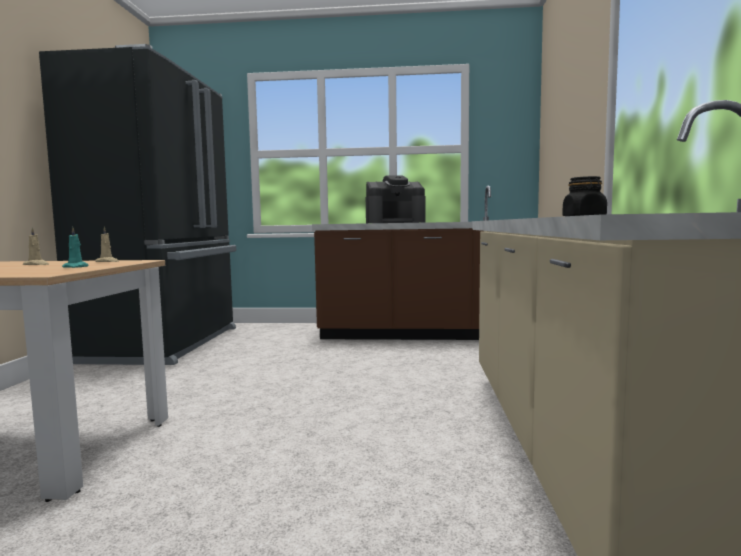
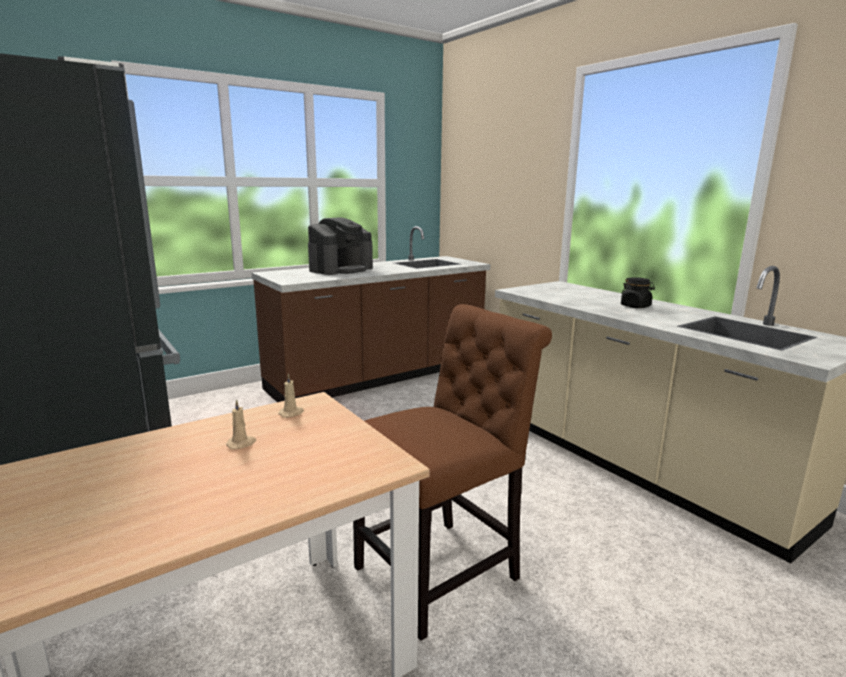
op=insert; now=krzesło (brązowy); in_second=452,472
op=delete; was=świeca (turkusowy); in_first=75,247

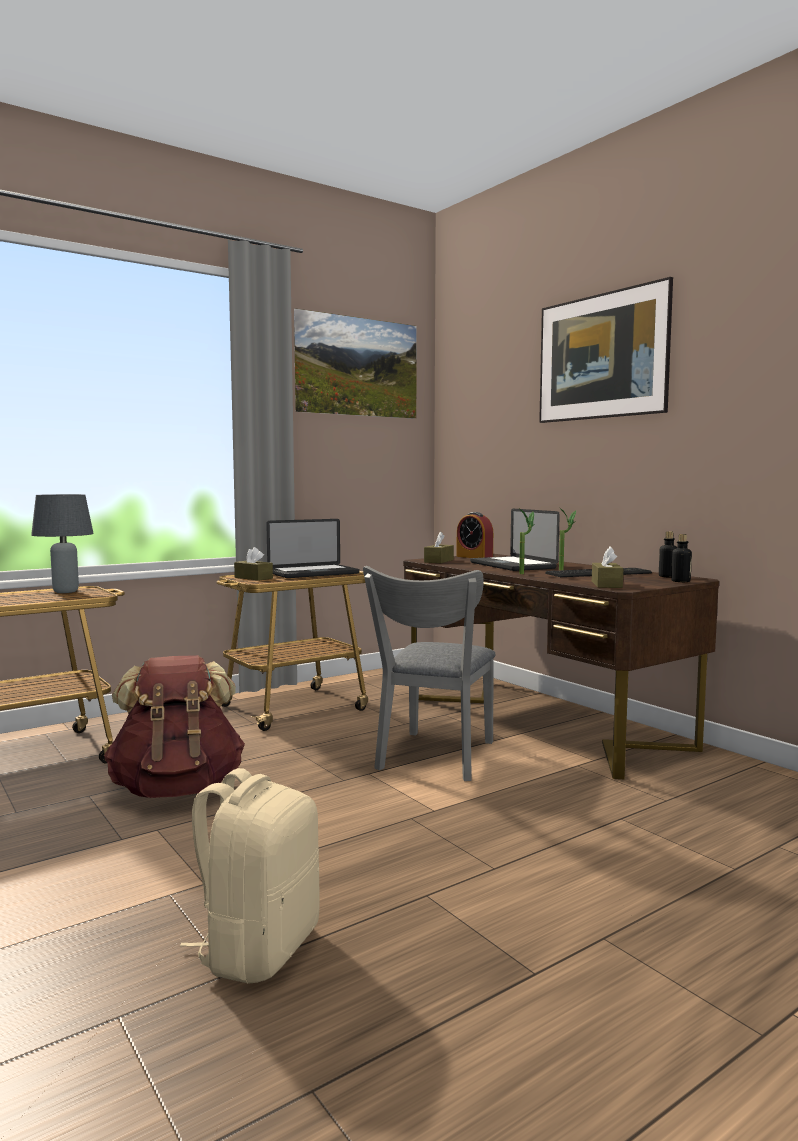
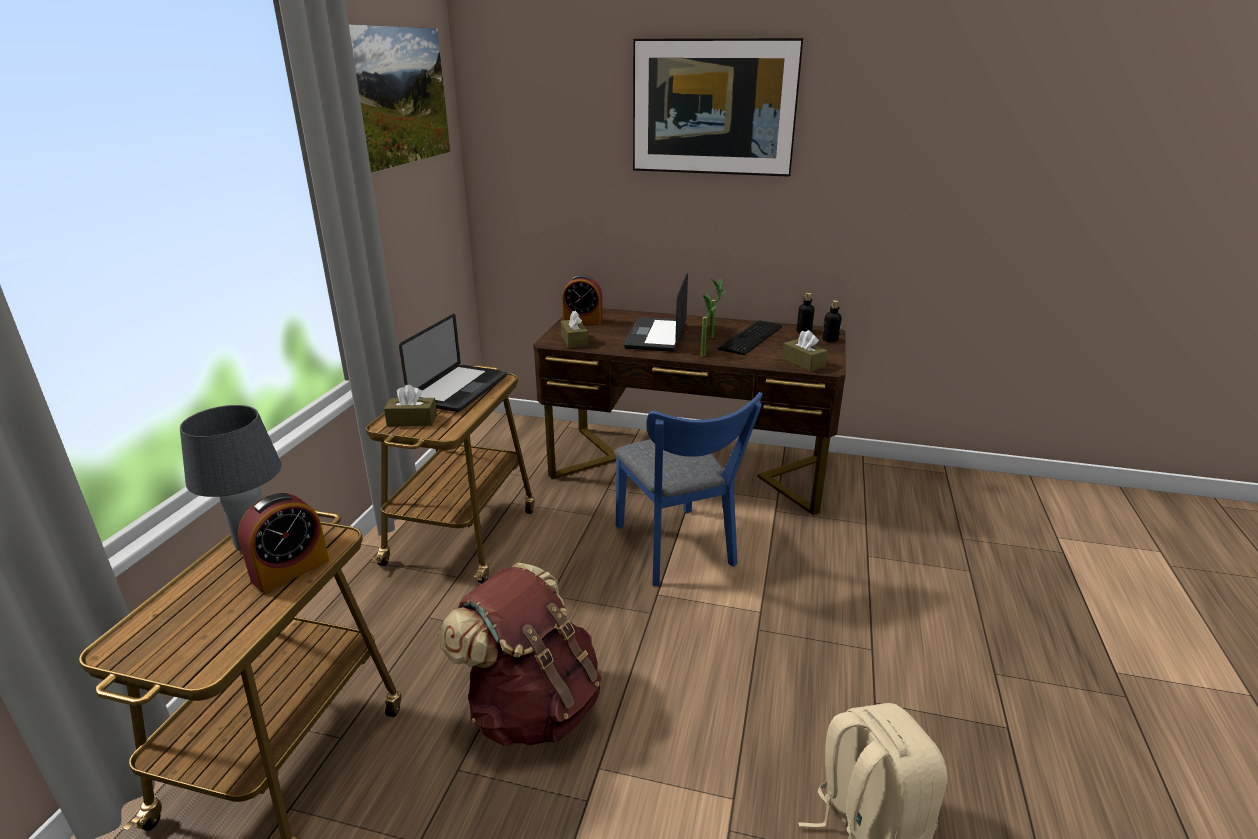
op=insert; now=budzik; in_second=283,543
op=recolor; was=krzesło (szary); now=krzesło (niebieski); in_first=429,673; in_second=688,489
op=rotate; was=laptop; in_first=515,540; in_second=656,312; clockwise=75

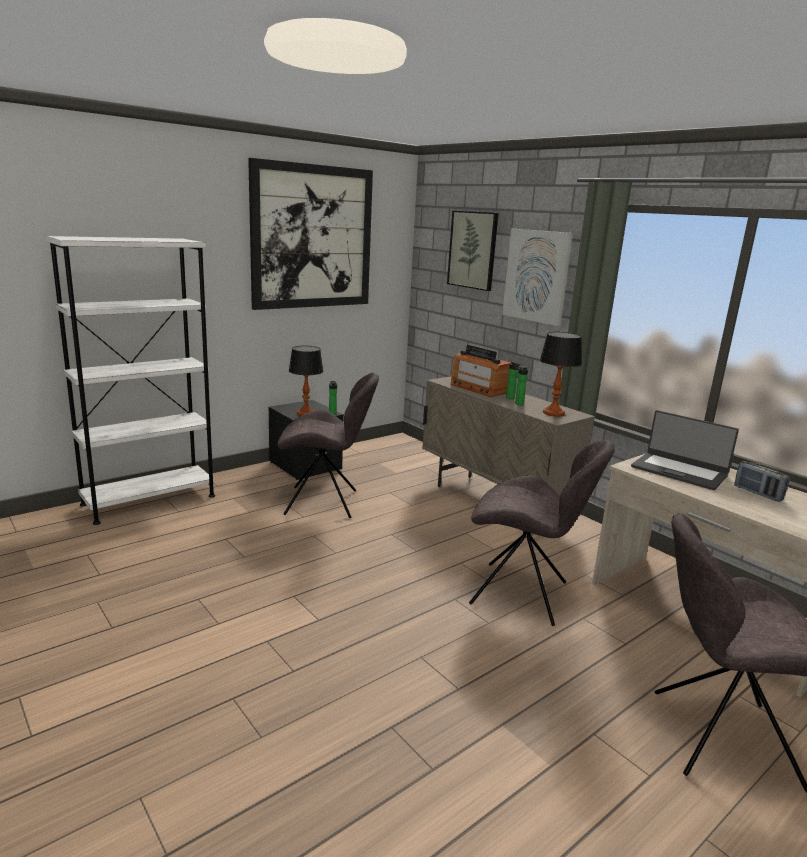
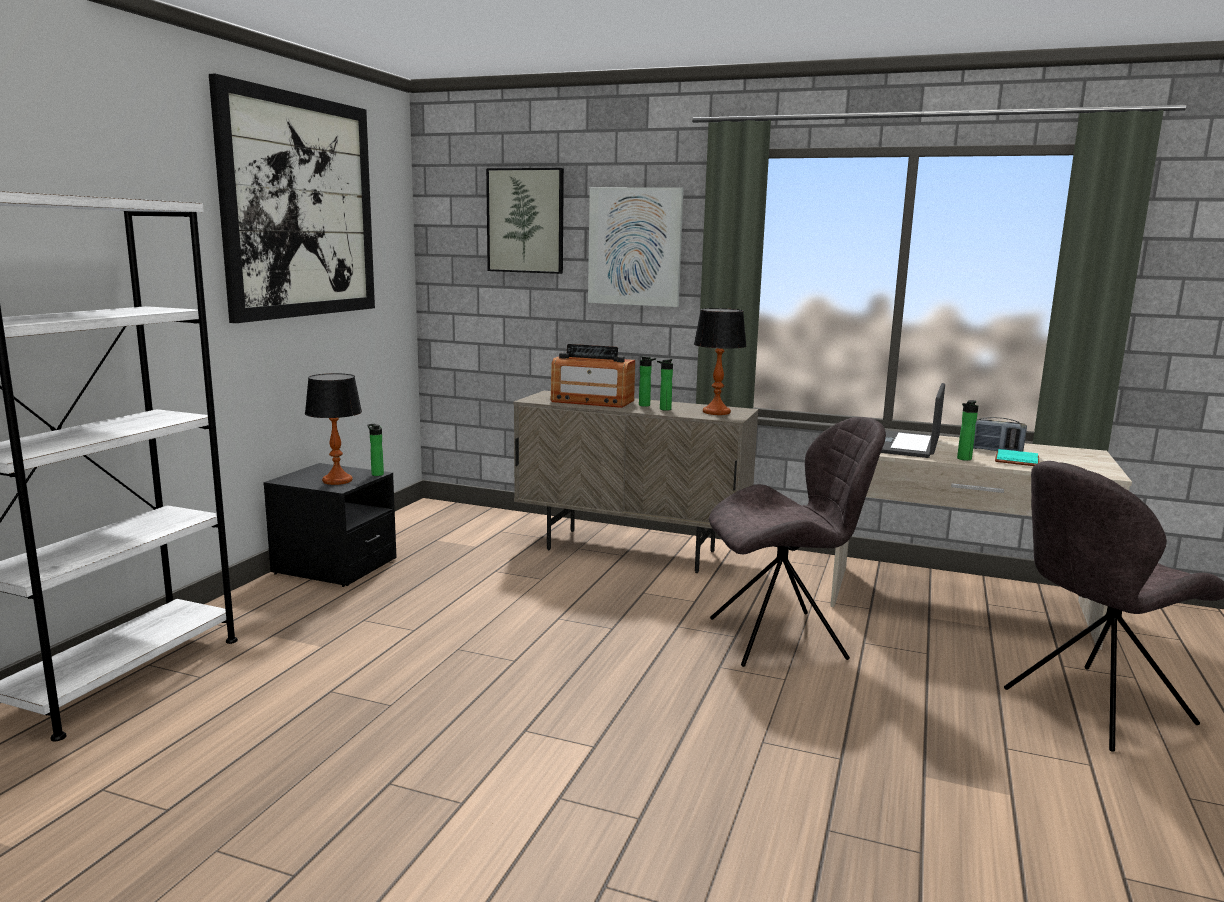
op=rotate; was=laptop; in_first=685,450; in_second=913,420; clockwise=105
op=insert; now=butelka; in_second=967,430
op=insert; now=książka (turkusowy); in_second=1017,457
op=delete; was=krzesło (szary); in_first=328,445

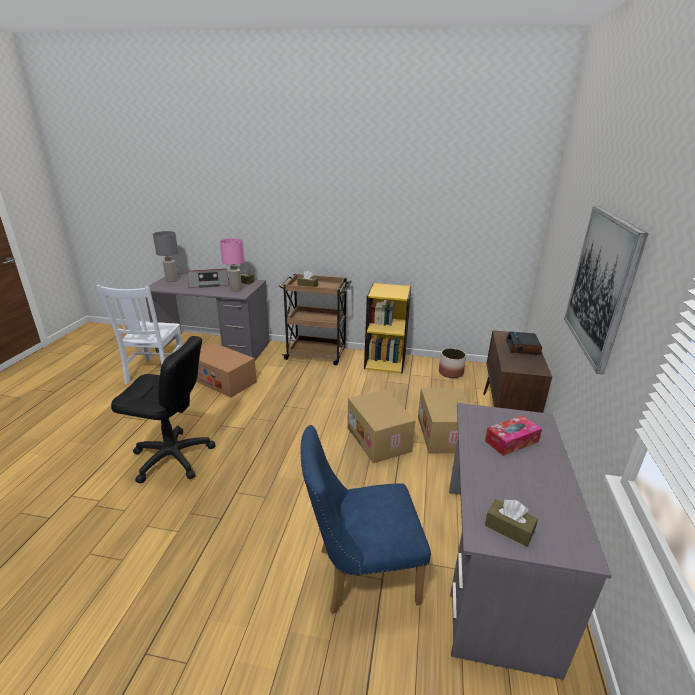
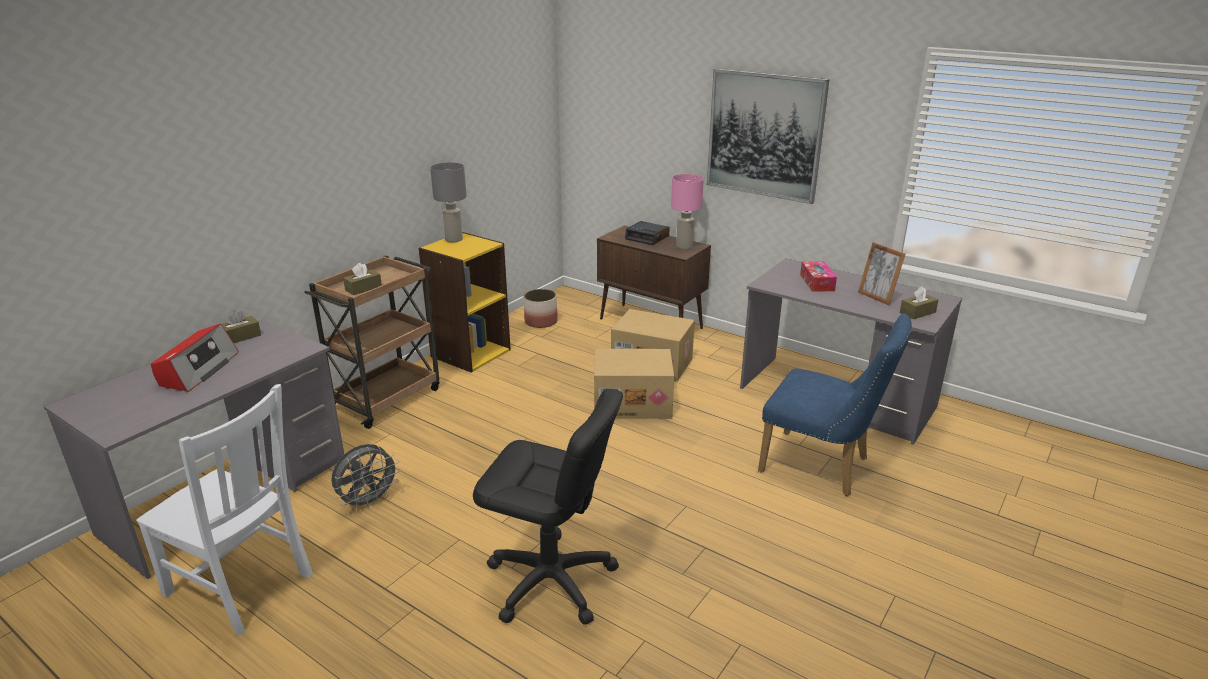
op=replace; was=karton; now=wentylator (szary); in_first=226,370; in_second=365,477
op=move; was=lampa stołowa (szary); in_first=165,256; in_second=448,202
op=rotate; was=krzesło biurowe (czarny); in_first=163,409; in_second=548,506; clockwise=75
op=move; was=lampa stołowa (różowy); in_first=232,265; in_second=687,211
op=rotate; was=krzesło (niebieski); in_first=365,519; in_second=835,405; clockwise=-75
op=insert; now=ramka na zdjęcie; in_second=881,273

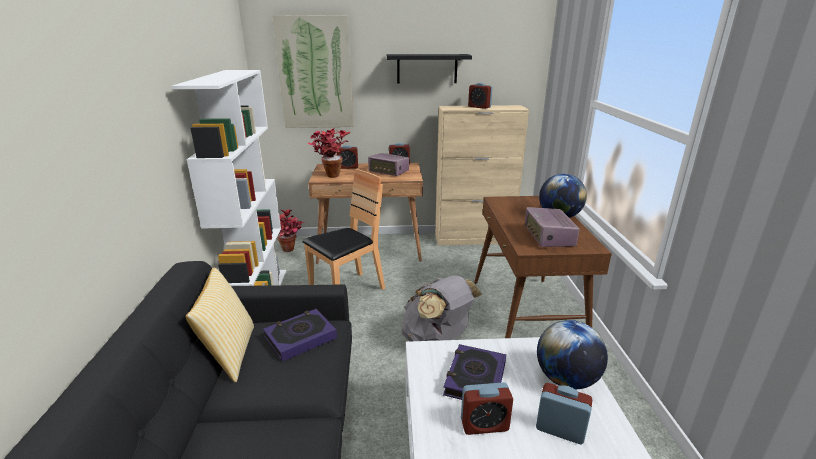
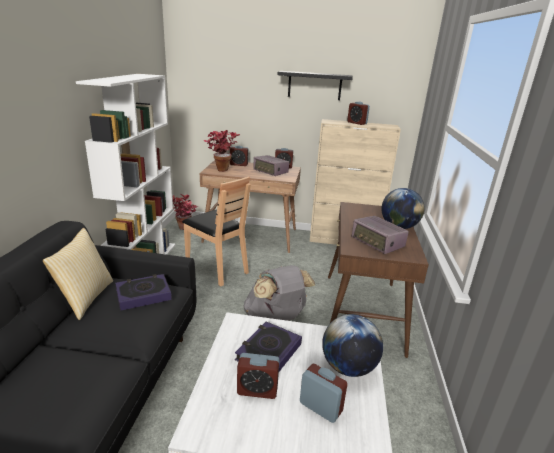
op=rotate; was=krzesło (brązowy); in_first=343,229; in_second=216,231; clockwise=75
op=rotate; was=radio; in_first=552,227; in_second=380,235; clockwise=-45
op=delete; was=obraz; in_first=313,71

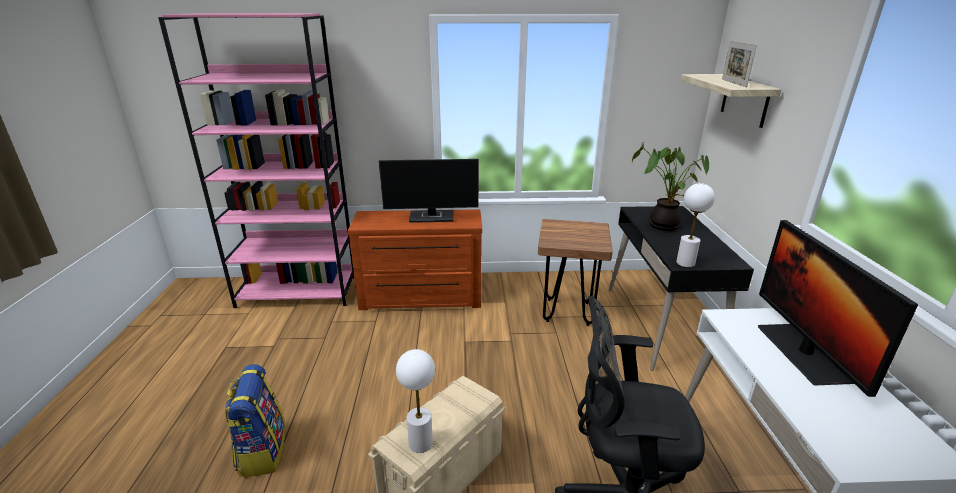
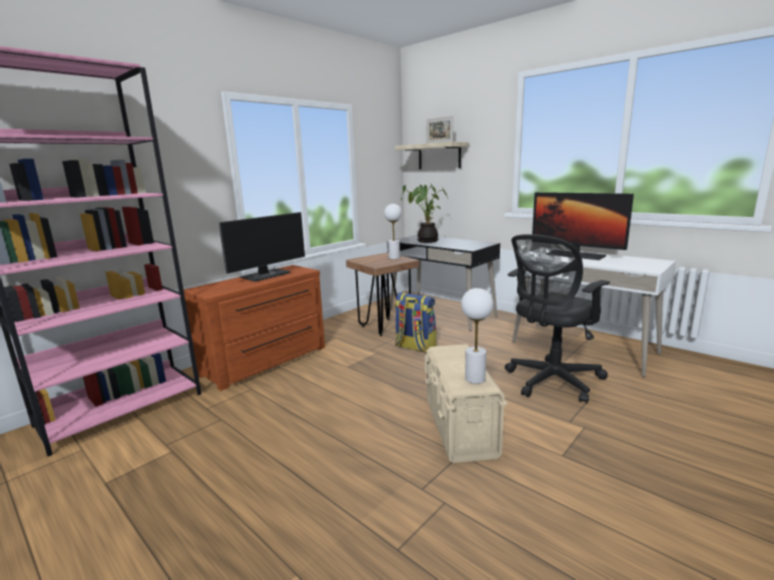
op=move; was=lampa stołowa (biały); in_first=695,225; in_second=393,231
op=move; was=plecak; in_first=255,421; in_second=415,322

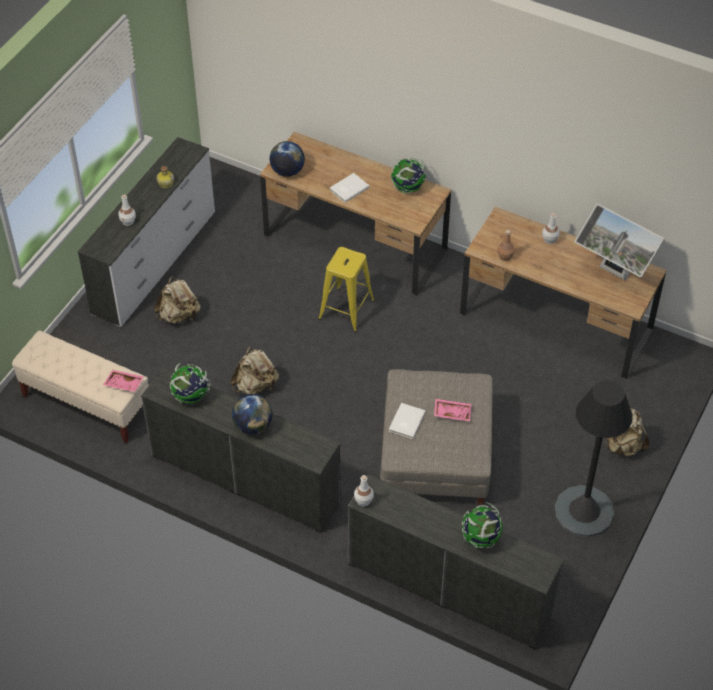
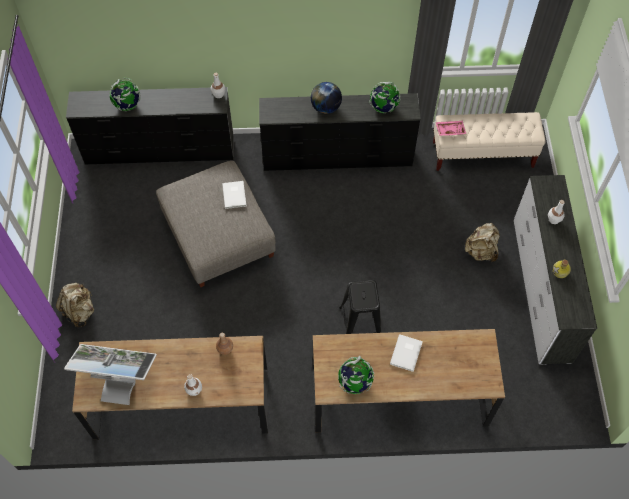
op=recolor; was=stołek (żółty); now=stołek (czarny); in_first=346,289; in_second=360,307
op=delete; was=plecak (beżowy); in_first=254,371
op=delete; was=globus; in_first=287,159
op=delete; was=taca (różowy); in_first=452,410
op=delete; was=lampa stojąca (czarny); in_first=593,458

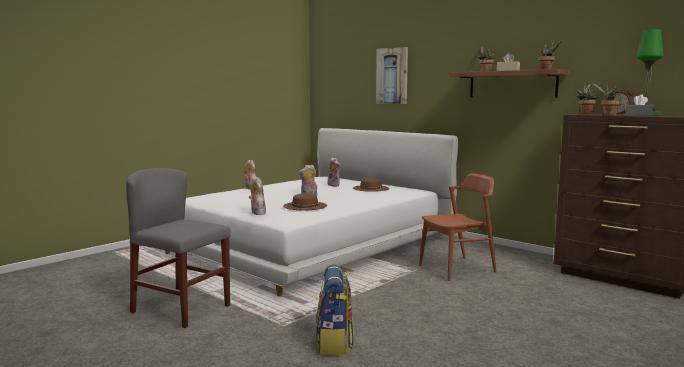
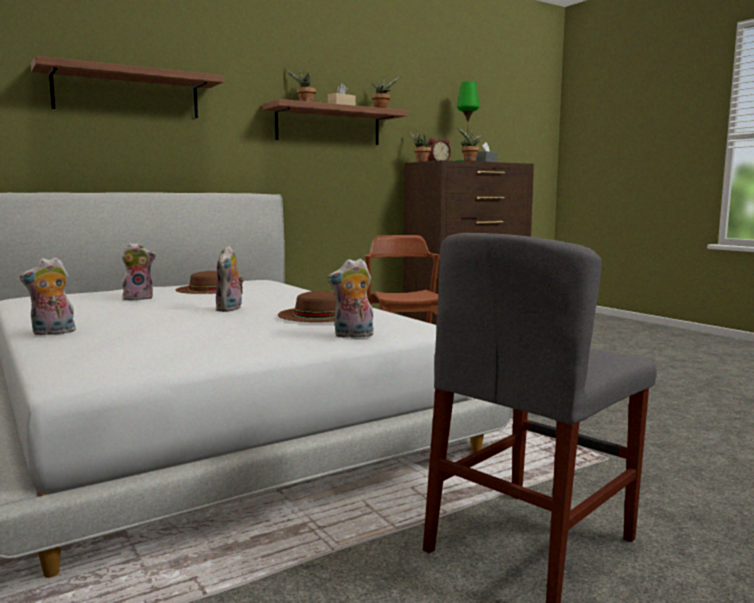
op=replace; was=obraz; now=półka; in_first=392,75; in_second=127,87
op=delete; was=plecak; in_first=335,309

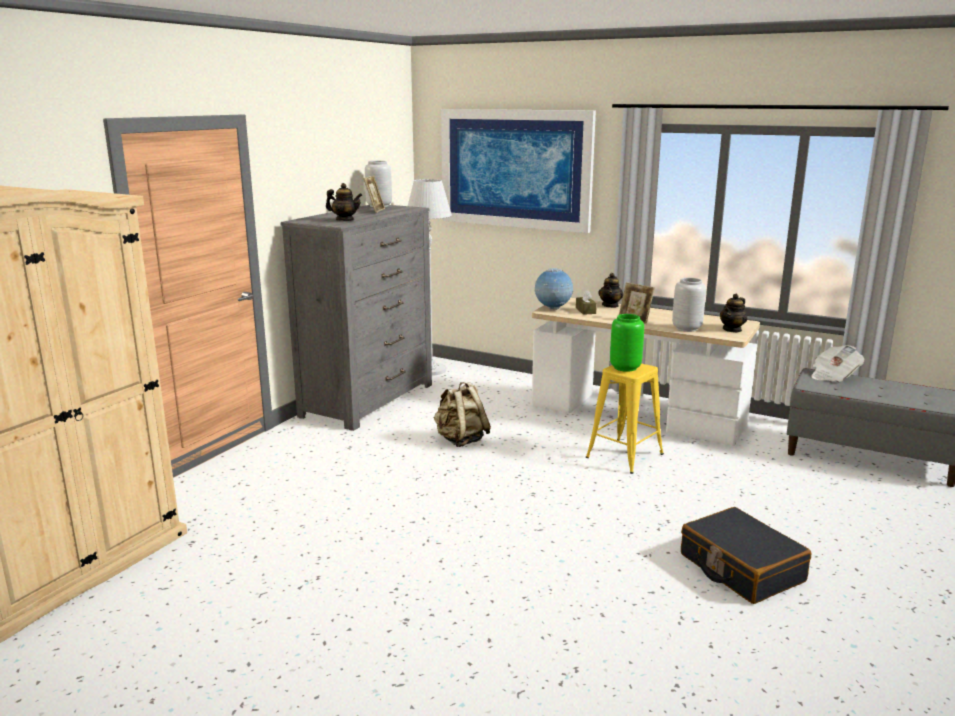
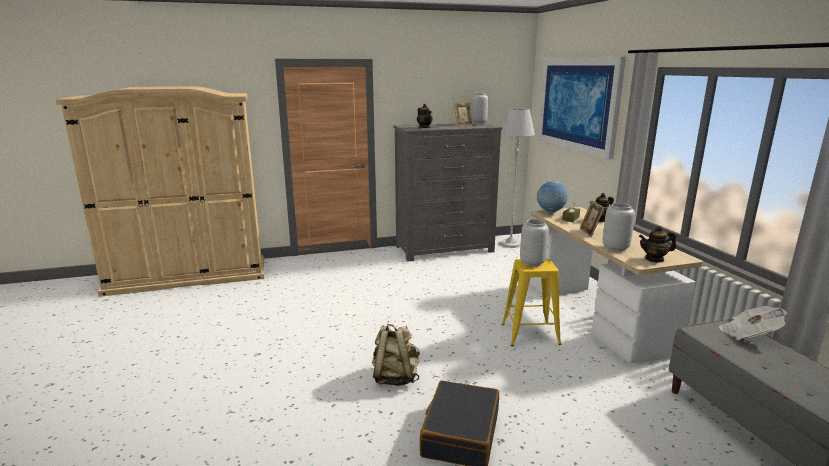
op=move; was=plecak (beżowy); in_first=462,414; in_second=396,355
op=recolor; was=wazon (zielony); now=wazon (szary); in_first=627,343; in_second=534,242

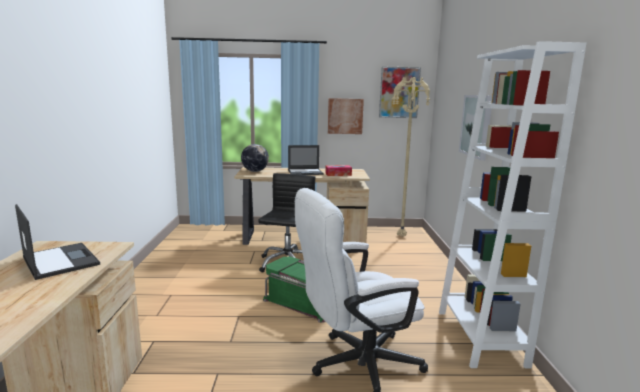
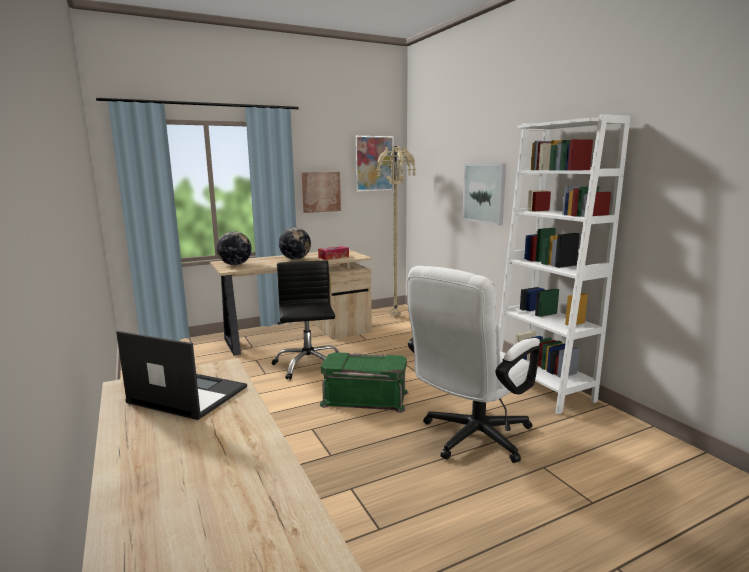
op=replace; was=laptop; now=globus; in_first=306,160; in_second=295,243

